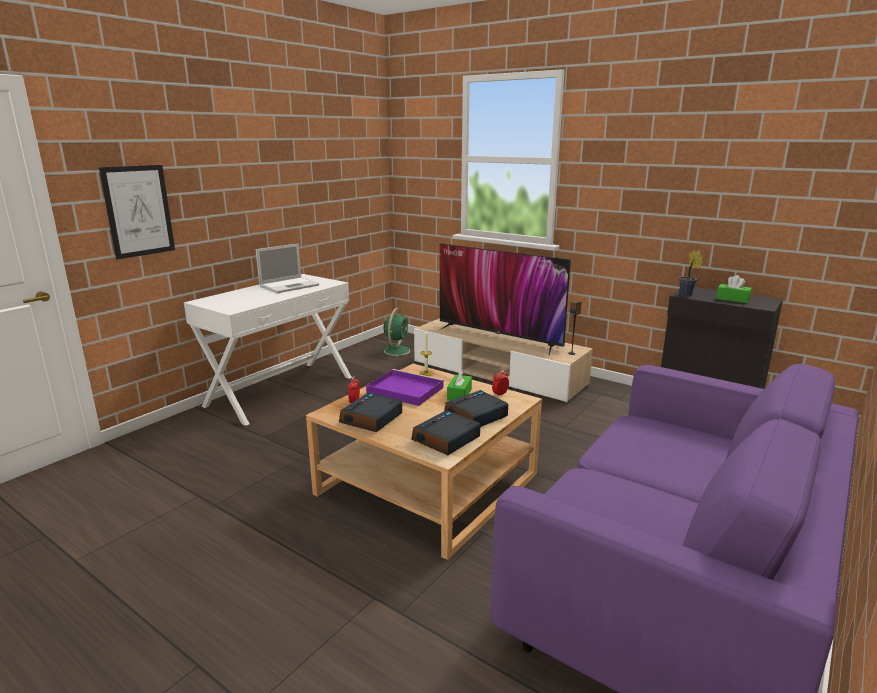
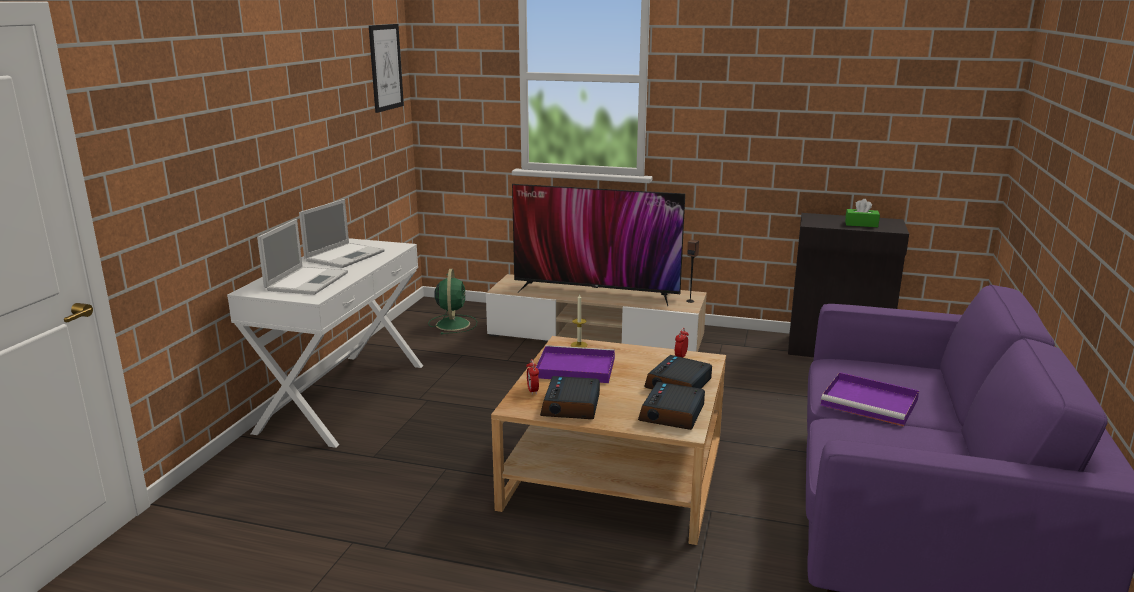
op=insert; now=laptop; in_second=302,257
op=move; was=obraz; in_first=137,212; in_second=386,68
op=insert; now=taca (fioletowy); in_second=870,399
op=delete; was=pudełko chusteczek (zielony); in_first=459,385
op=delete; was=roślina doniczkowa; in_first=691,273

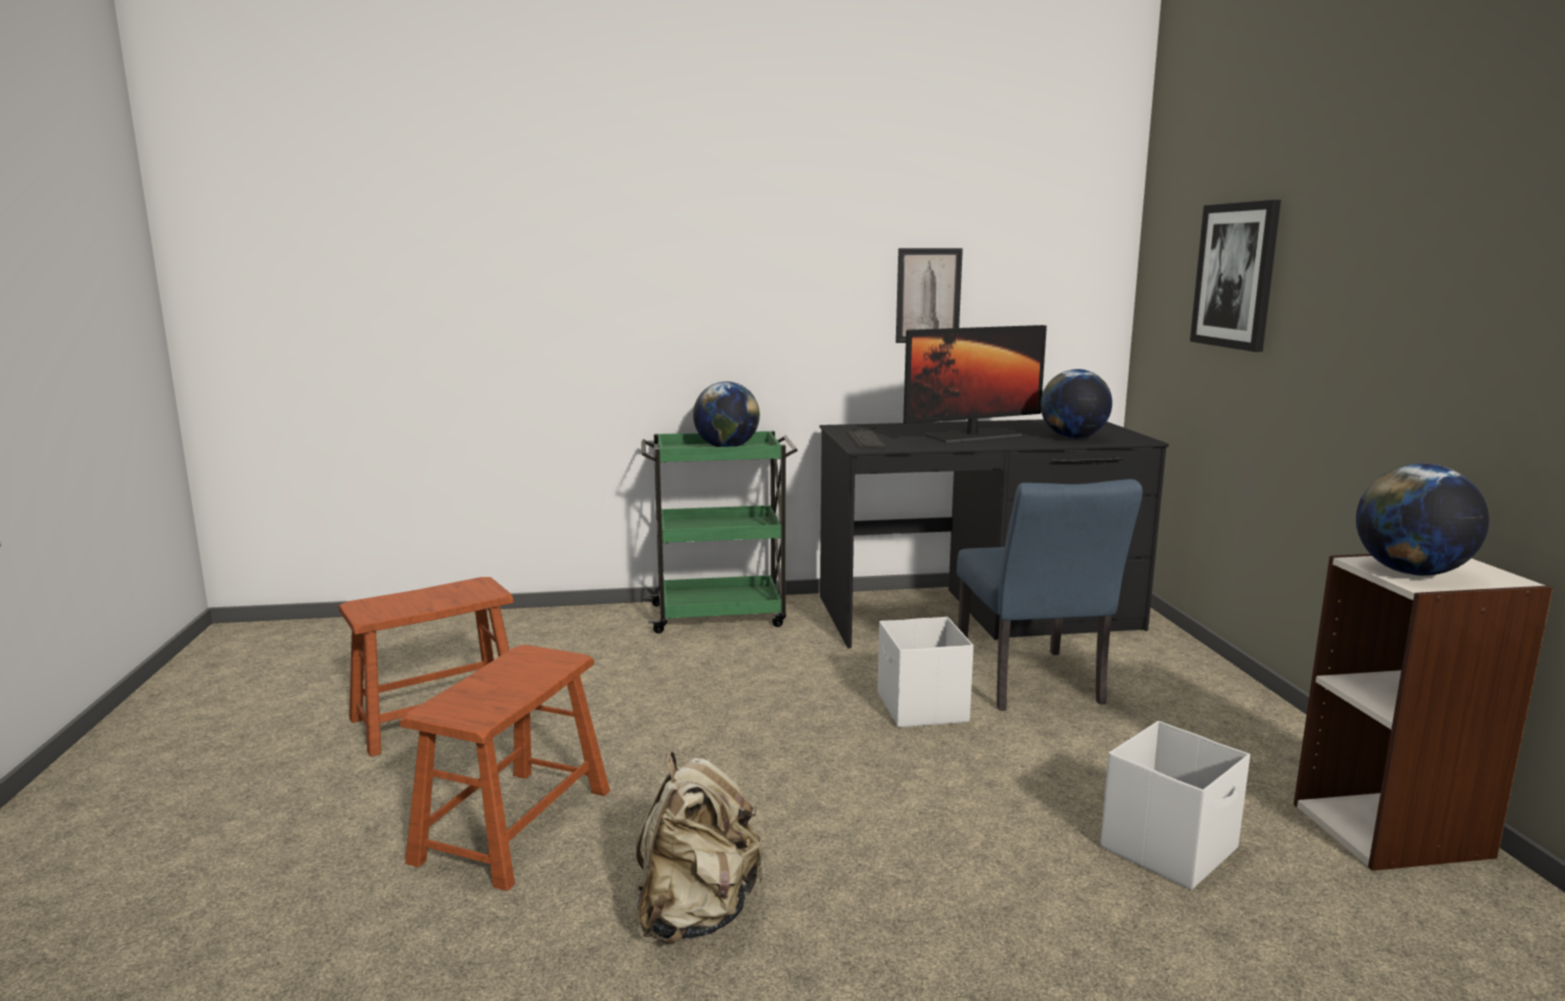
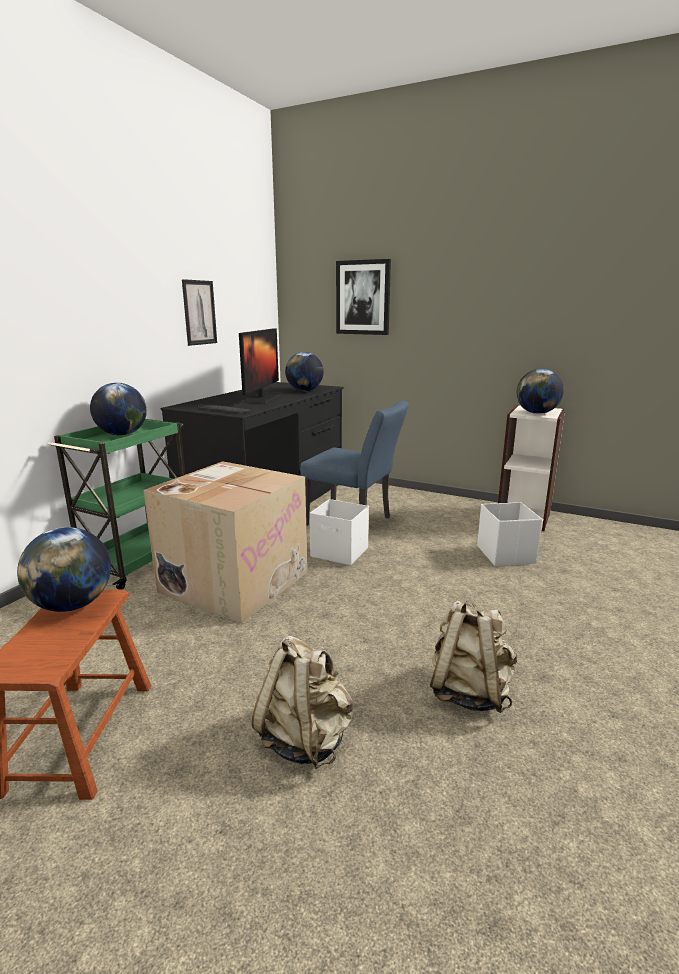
op=insert; now=globus; in_second=64,569
op=insert; now=karton; in_second=225,542
op=replace; was=stołek (brązowy); now=plecak (beżowy); in_first=505,768; in_second=302,702

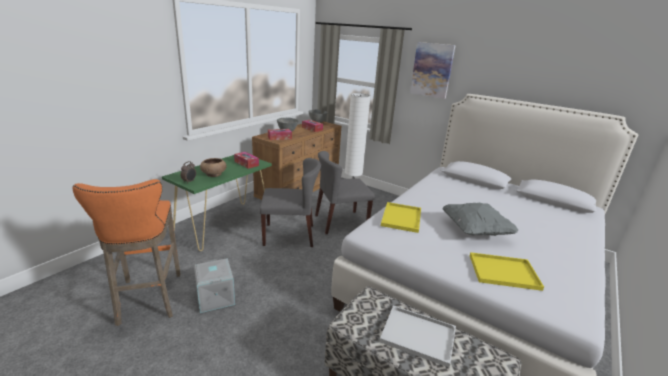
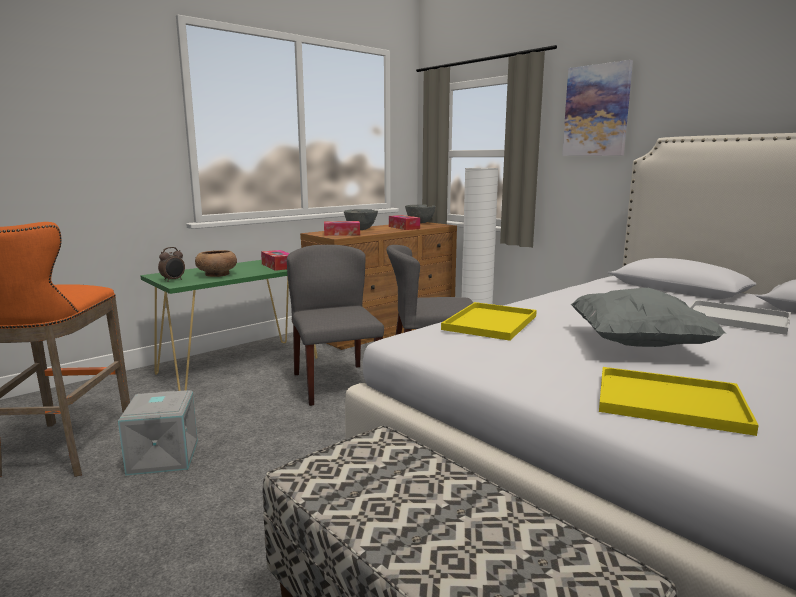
op=rotate; was=krzesło (szary); in_first=290,202; in_second=335,325; clockwise=-120
op=move; was=taca (biały); in_first=418,336; in_second=740,317

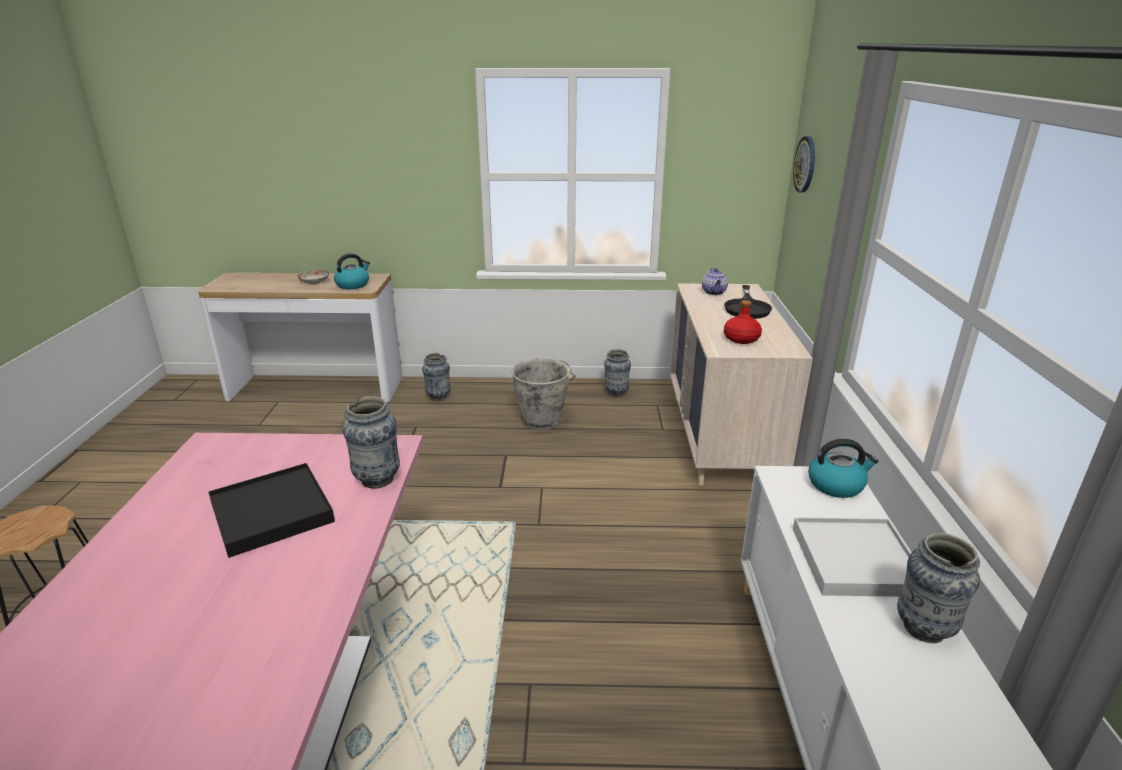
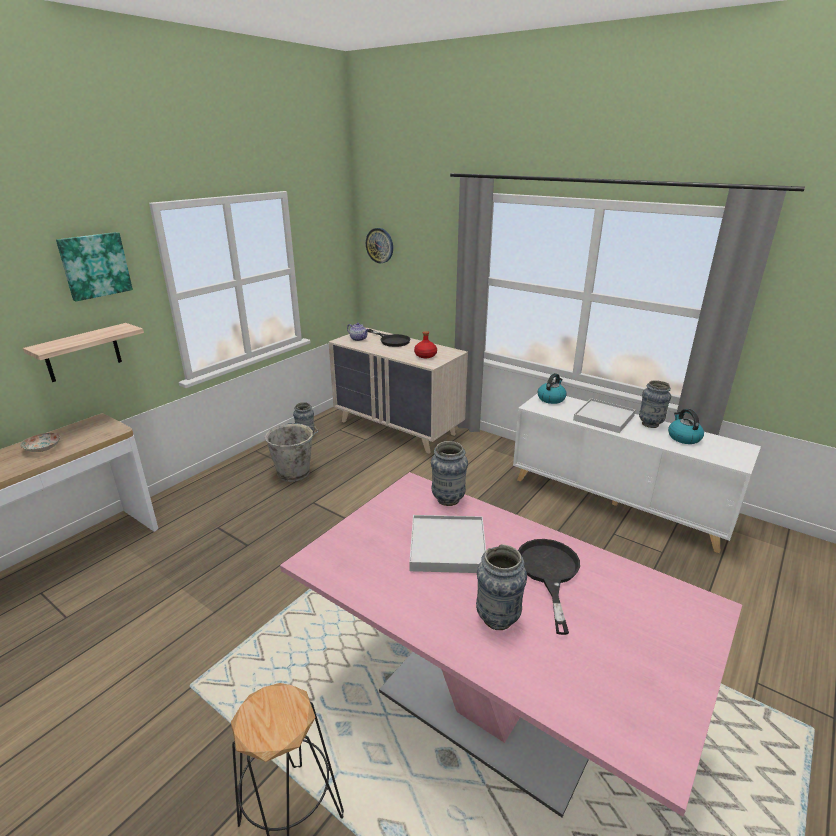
op=insert; now=półka; in_second=83,352
op=insert; now=obraz; in_second=94,266
op=recolor; was=taca (czarny); now=taca (biały); in_first=271,510; in_second=447,544
op=move; was=wazon; in_first=436,377; in_second=501,587
op=insert; now=patelnia (czarny); in_second=549,587
op=move; was=czajnik; in_first=352,271; in_second=686,426

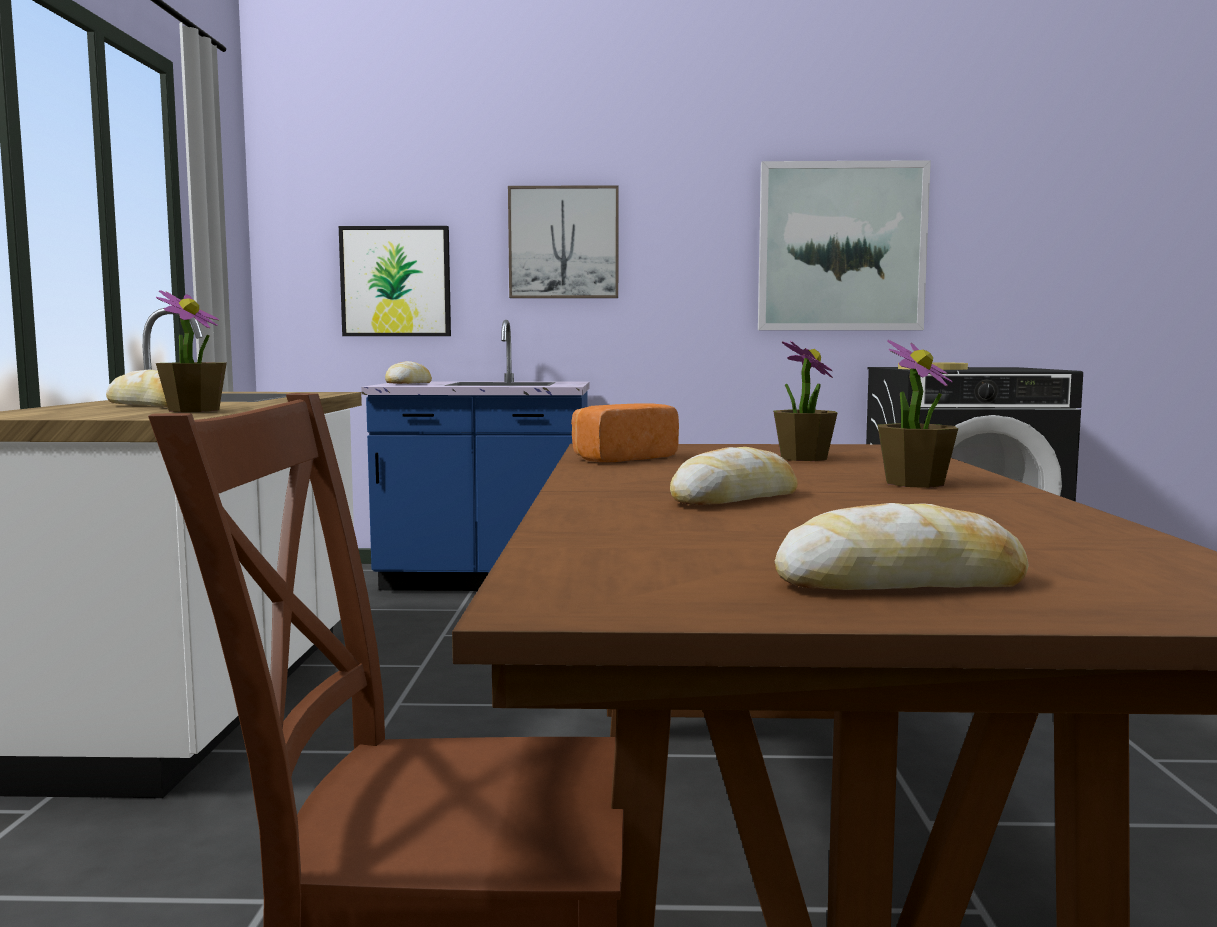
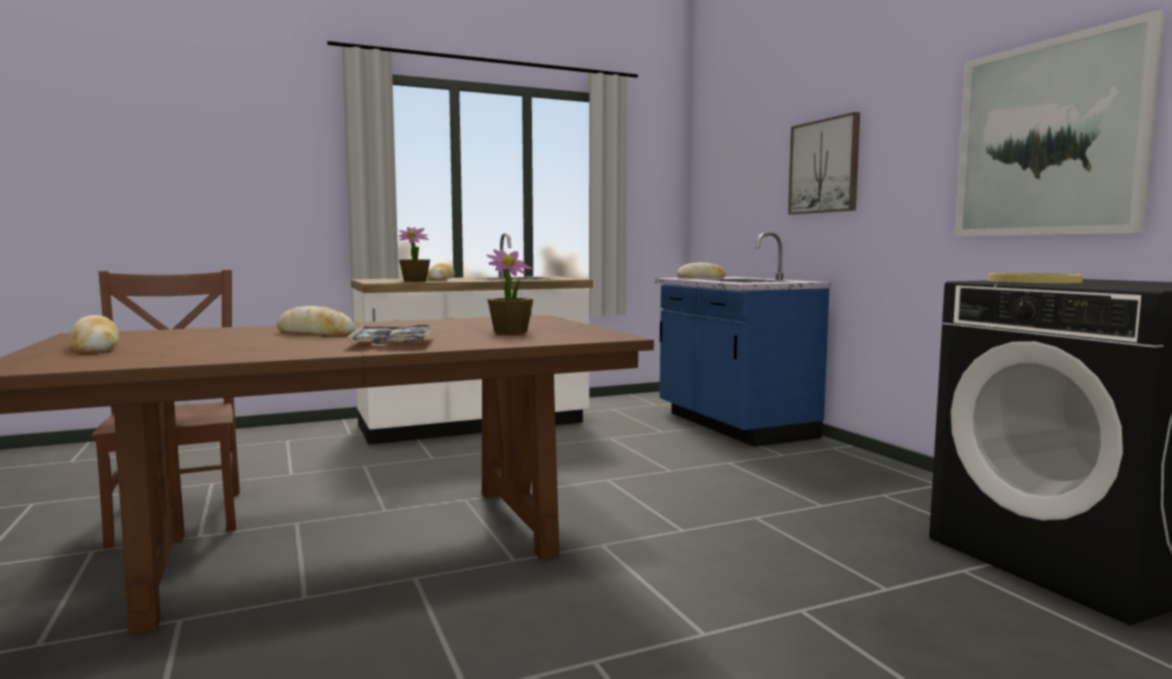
op=replace; was=roślina doniczkowa; now=taca; in_first=917,414; in_second=391,334
op=delete; was=obraz; in_first=395,281
op=delete; was=chleb; in_first=625,432

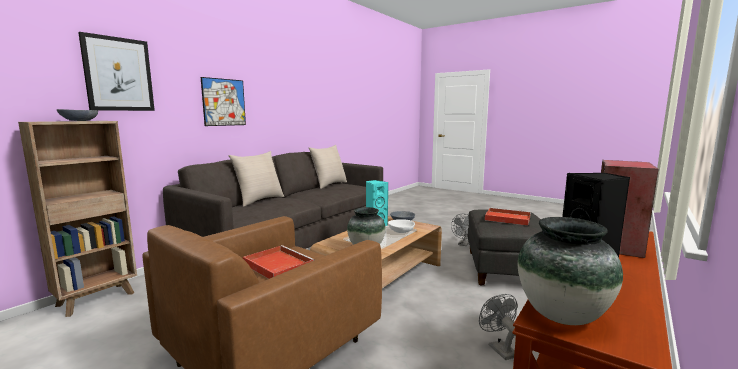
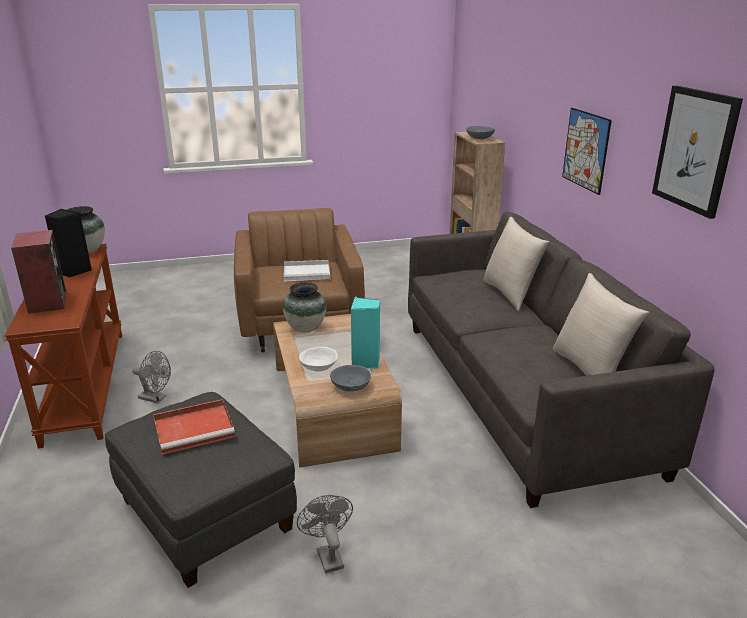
op=recolor; was=taca (czerwony); now=taca (biały); in_first=279,262; in_second=307,271
op=move; was=obraz; in_first=116,71; in_second=697,152

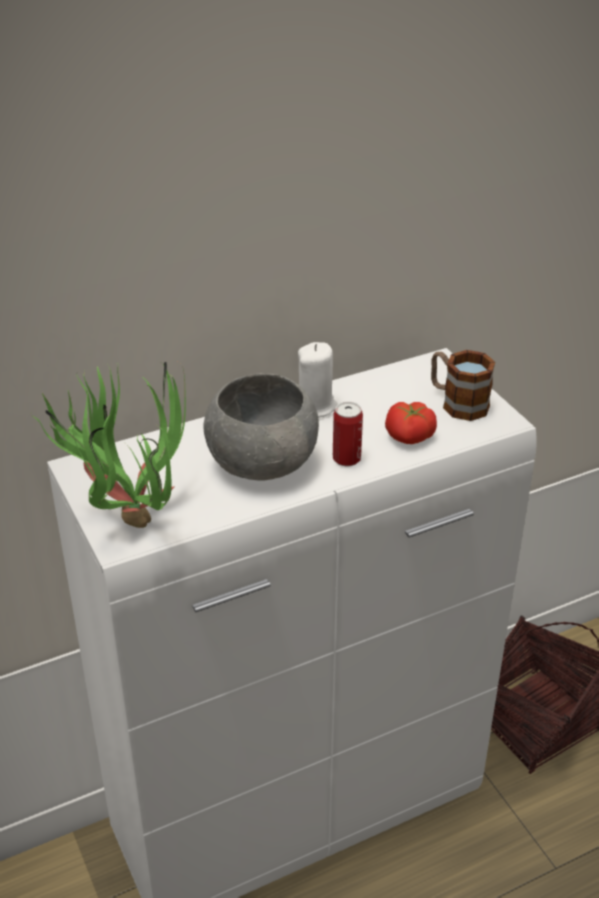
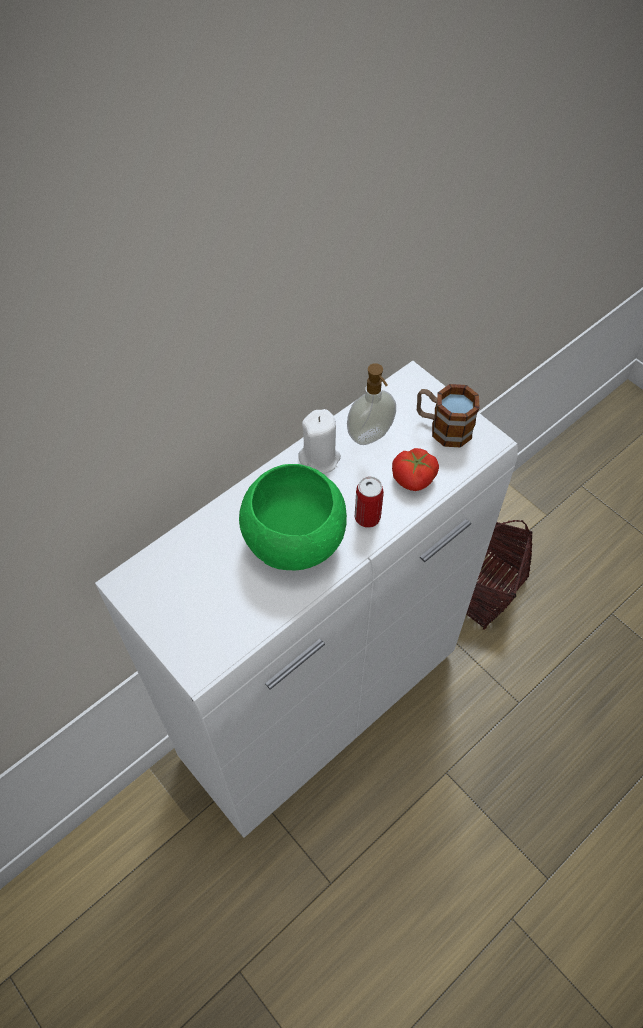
op=recolor; was=miska (szary); now=miska (zielony); in_first=261,427; in_second=293,517
op=insert; now=dozownik mydła; in_second=371,404
op=delete; was=roślina doniczkowa; in_first=109,445

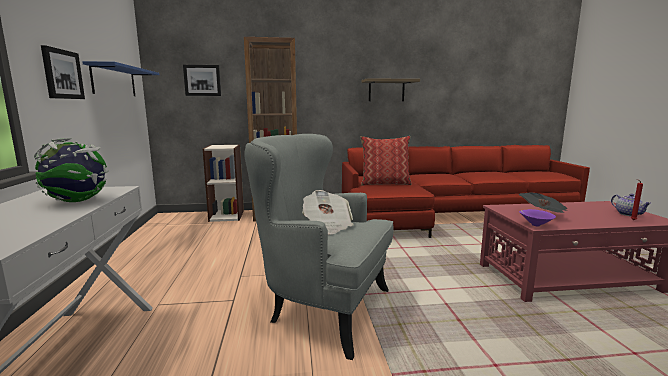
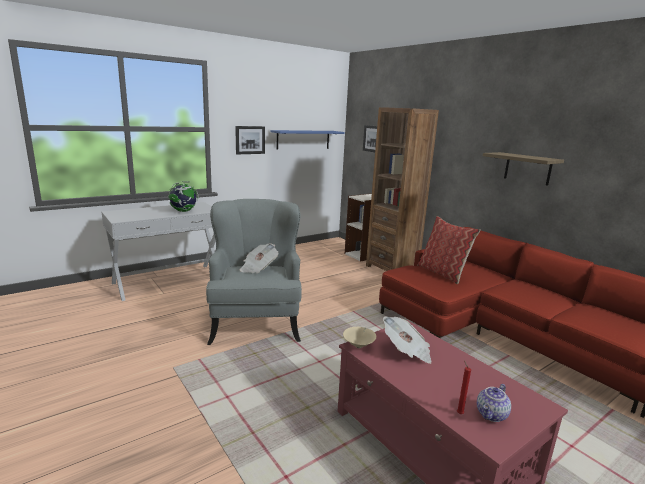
op=recolor; was=miska (fioletowy); now=miska (beżowy); in_first=537,218; in_second=359,337

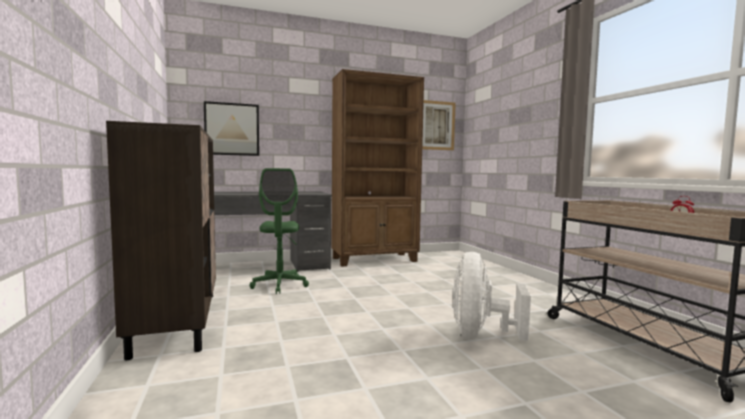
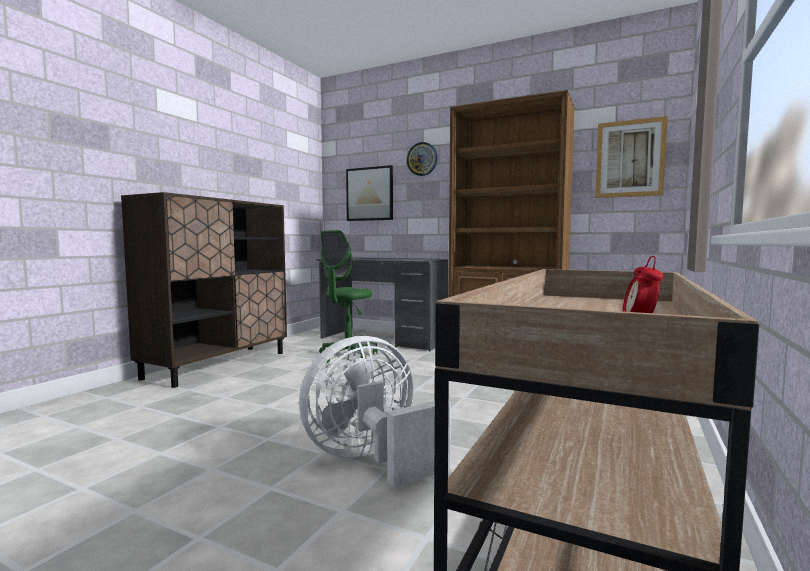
op=insert; now=zegar ścienny; in_second=422,159

